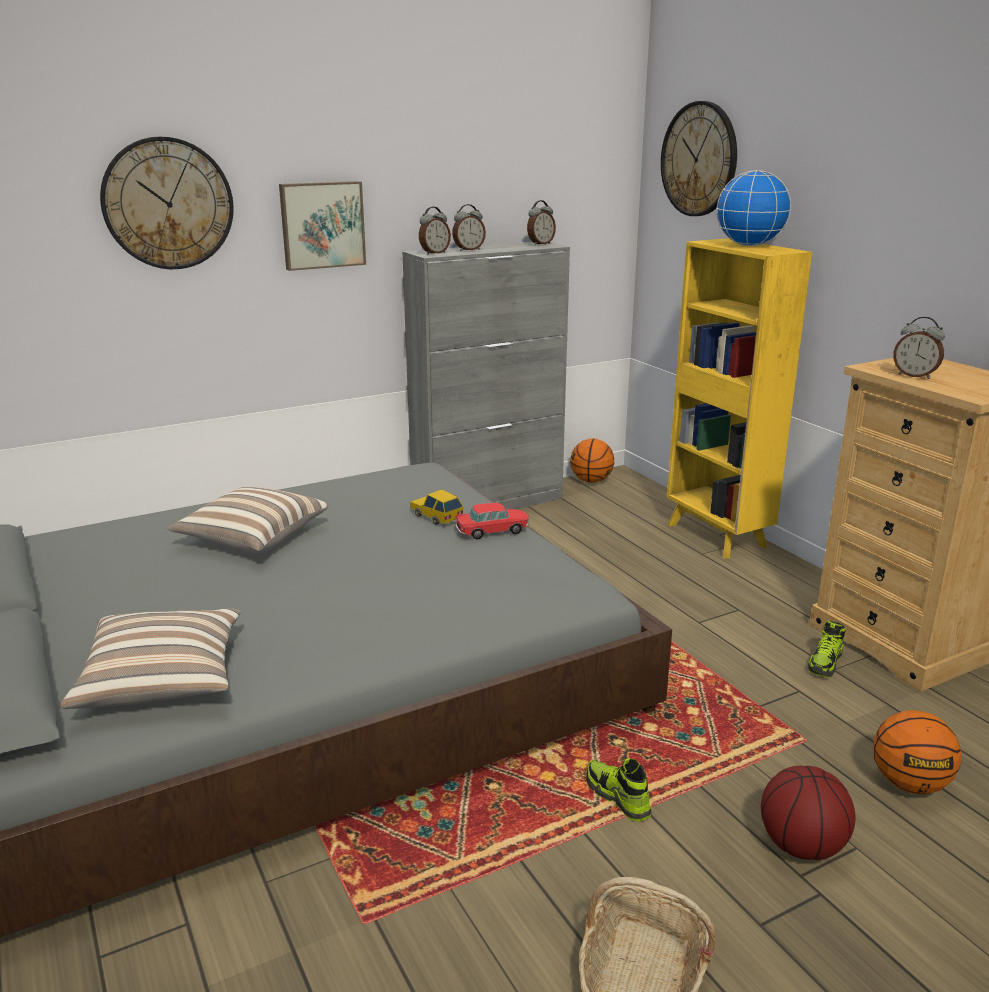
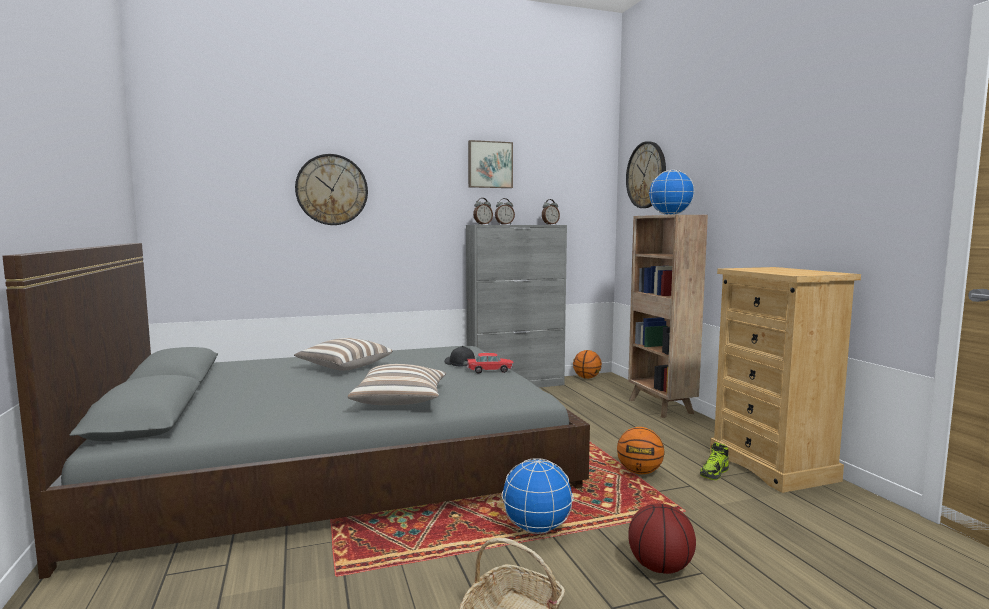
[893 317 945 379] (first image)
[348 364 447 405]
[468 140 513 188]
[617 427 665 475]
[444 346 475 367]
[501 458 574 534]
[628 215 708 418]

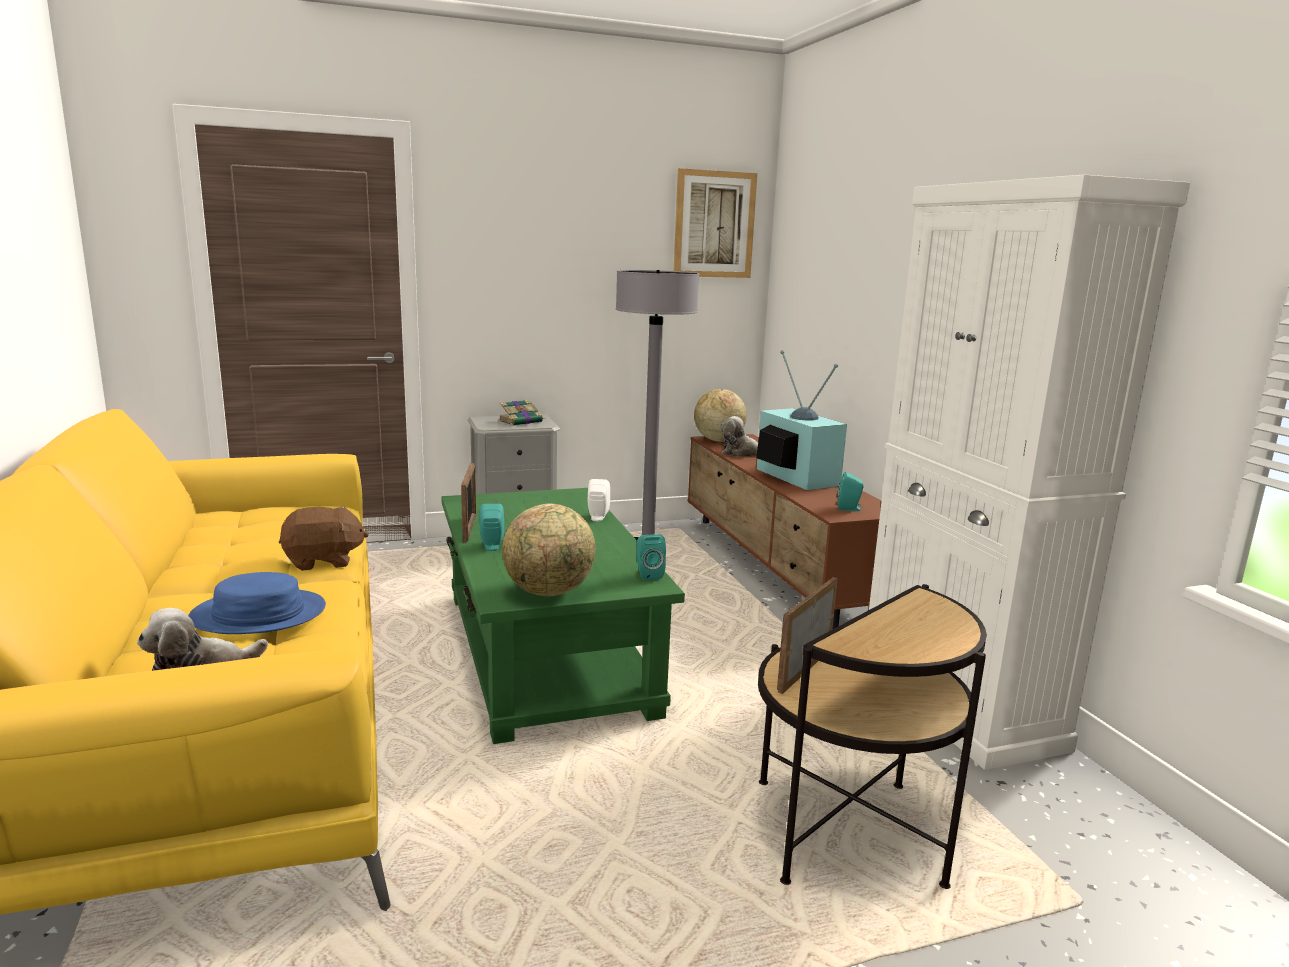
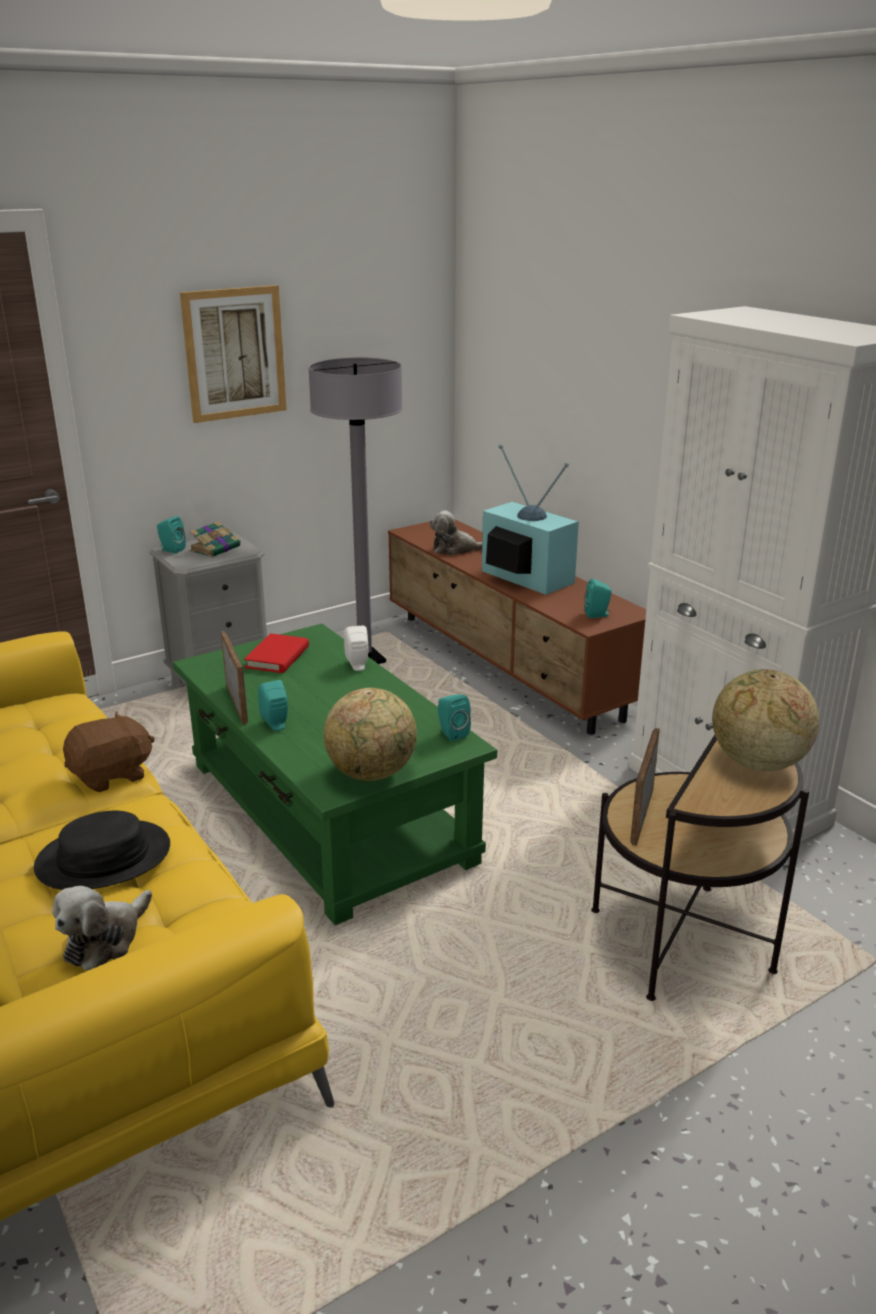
[157 516 186 553]
[244 633 309 673]
[180 285 287 423]
[712 669 819 771]
[34 811 170 890]

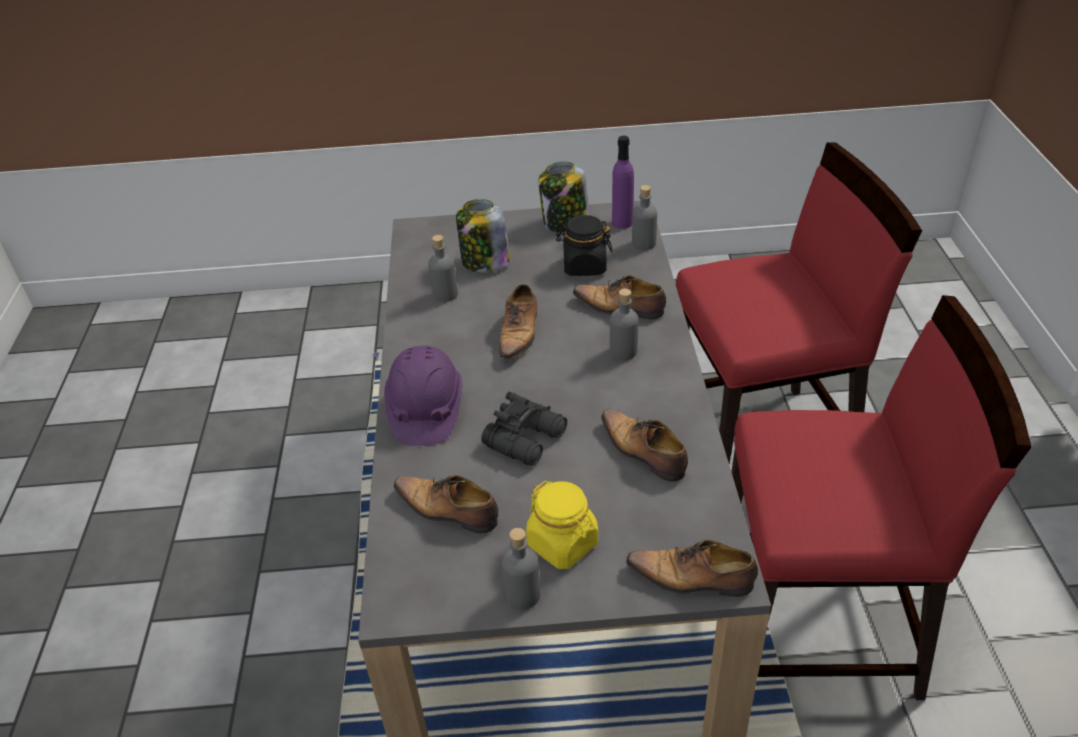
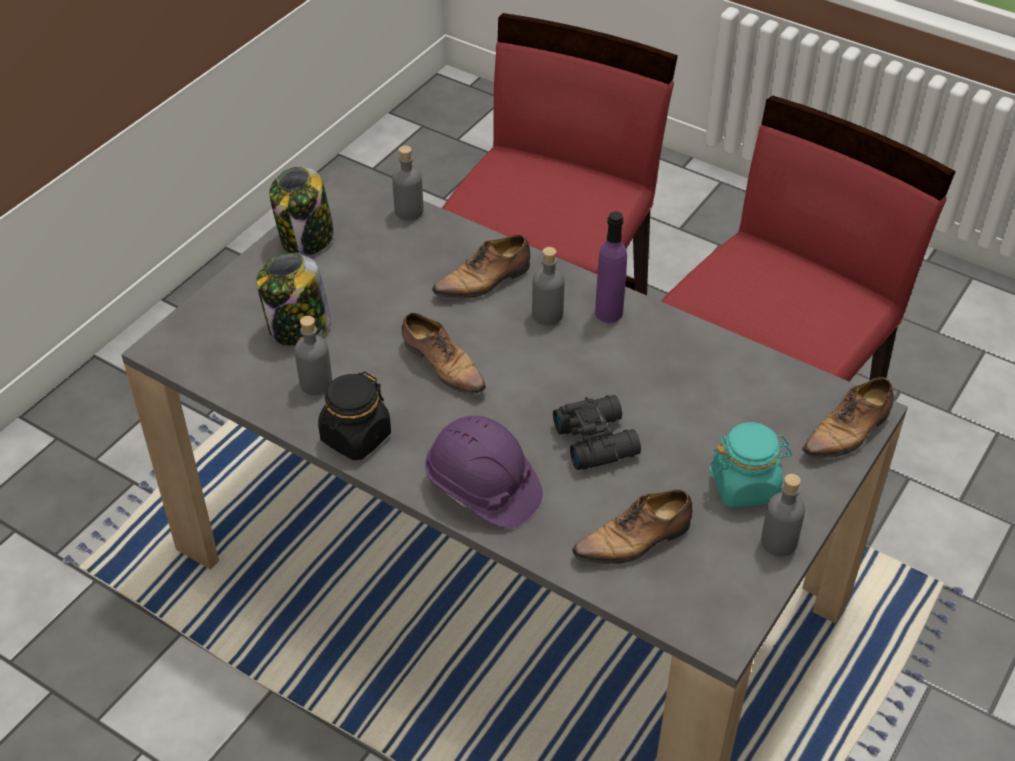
[601 409 688 482] (first image)
[318 371 391 460]
[595 211 627 323]
[709 422 792 508]

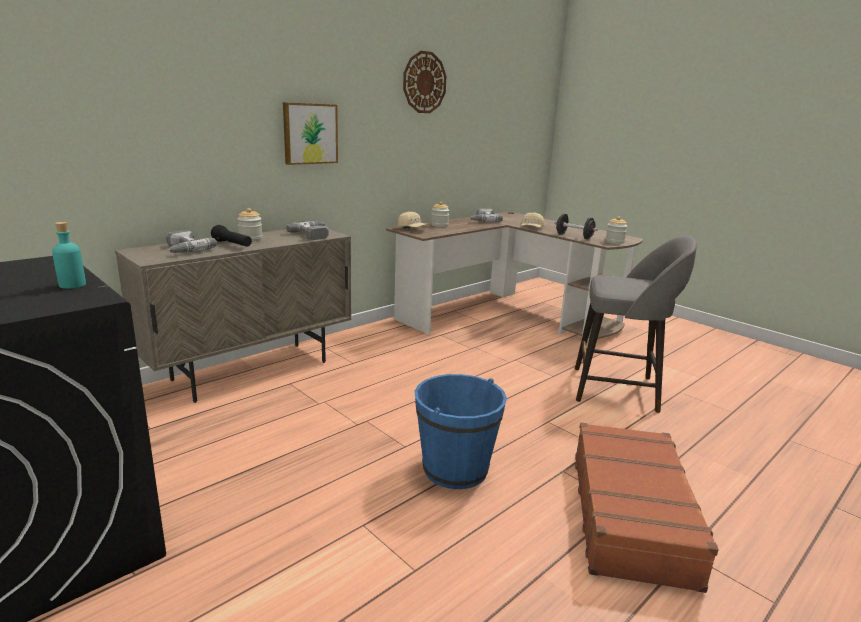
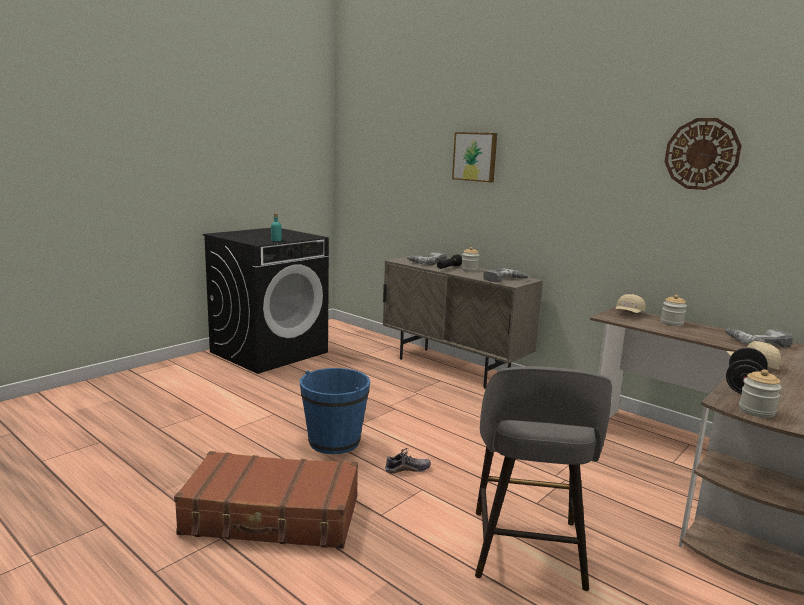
[385 448 431 473]
[452 132 497 182]

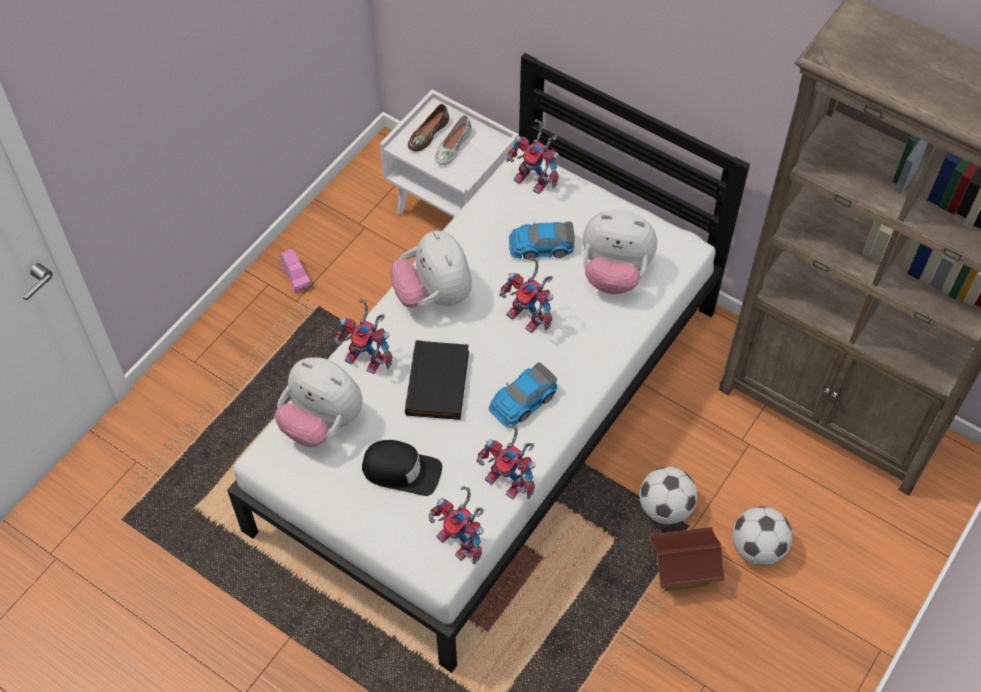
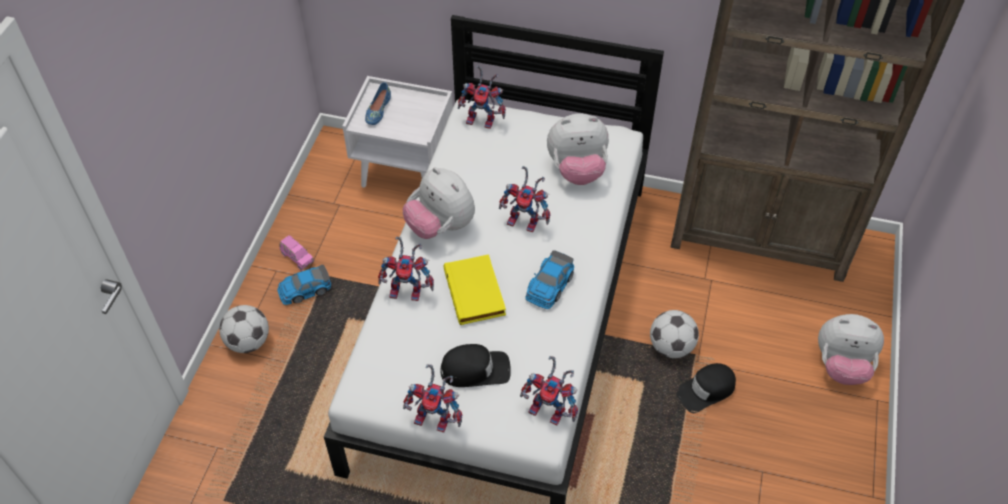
[435 115 472 165] (first image)
[818 314 884 385]
[403 364 463 433]
[277 264 331 305]
[219 305 269 353]
[676 363 736 413]
[444 254 506 325]
[365 82 391 125]

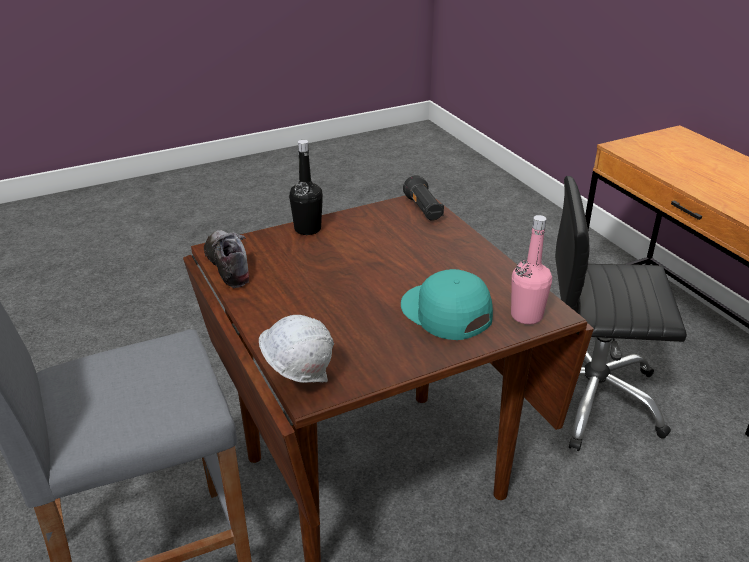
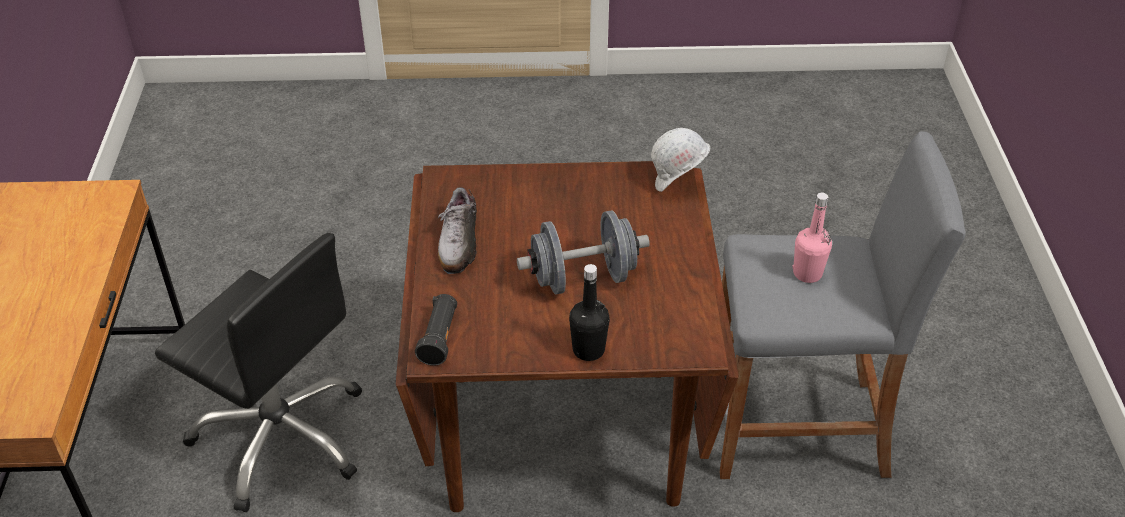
[401 269 493 340] (first image)
[517 210 650 294]
[438 187 477 274]
[792 192 832 283]

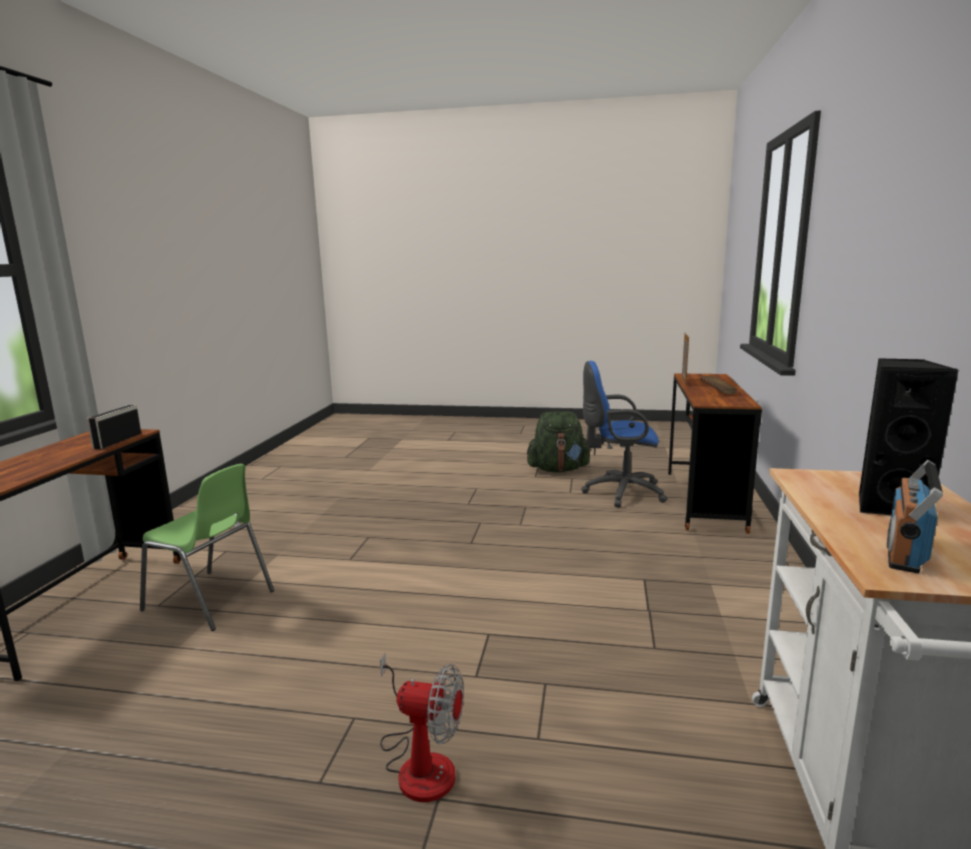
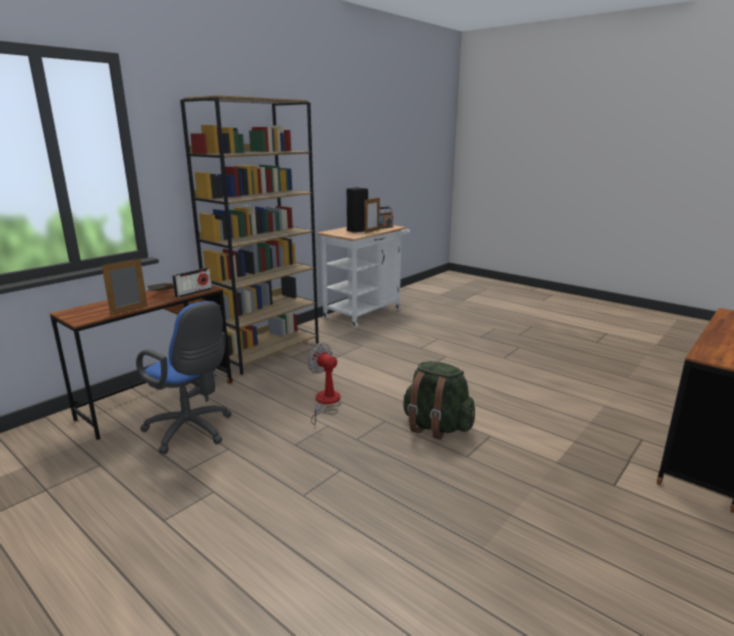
[140 464 274 631] (first image)
[180 95 319 375]
[365 198 380 233]
[172 268 212 298]
[307 343 341 425]
[403 361 475 440]

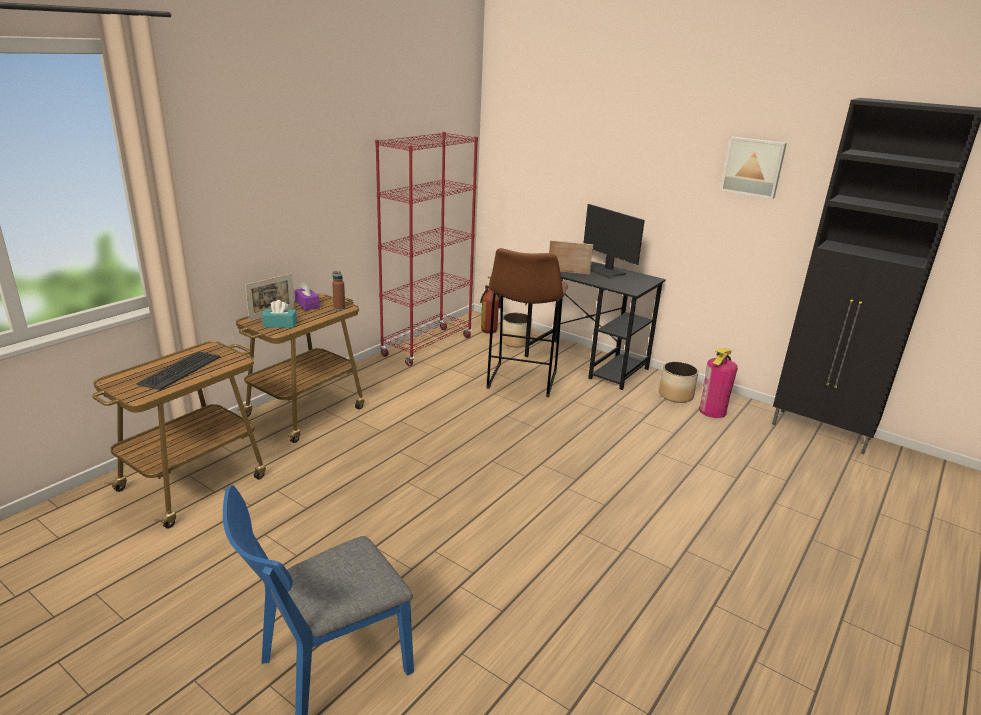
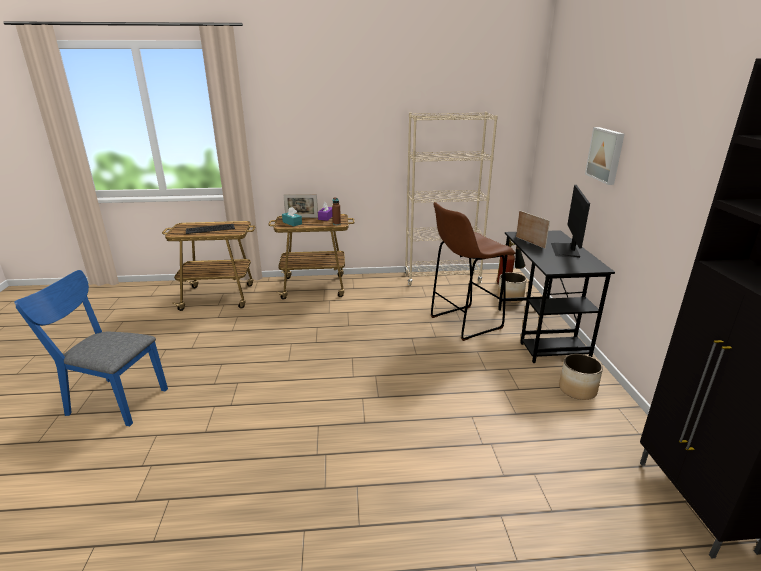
[699 348 738 418] (first image)
[585 127 625 185]
[405 112 498 286]

